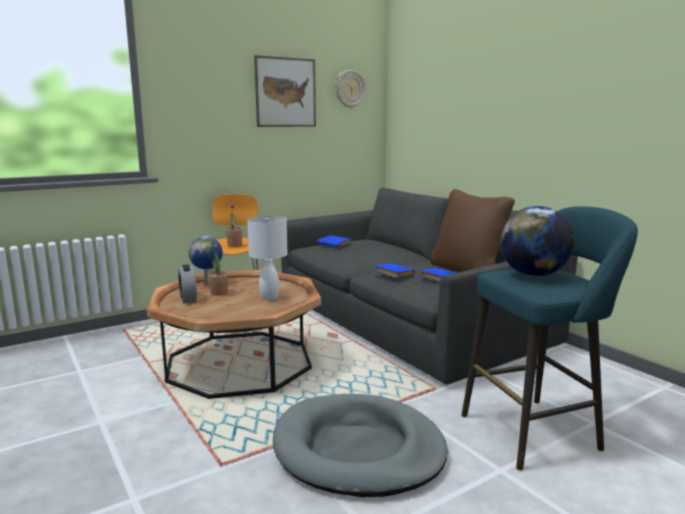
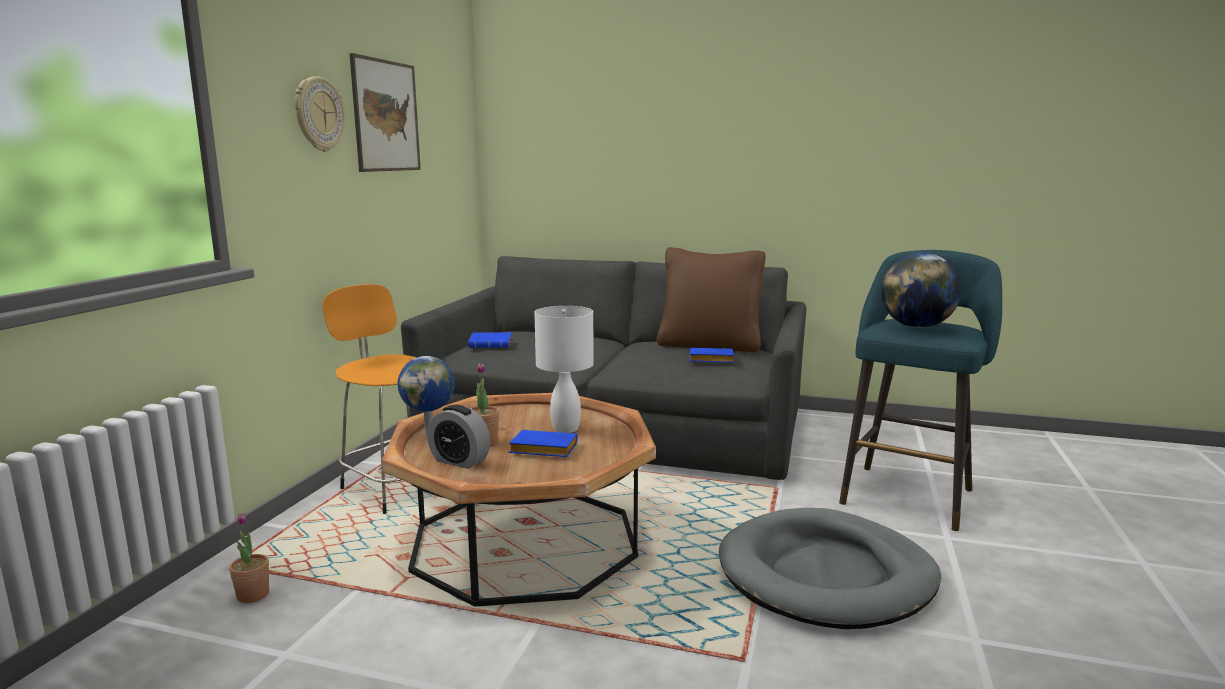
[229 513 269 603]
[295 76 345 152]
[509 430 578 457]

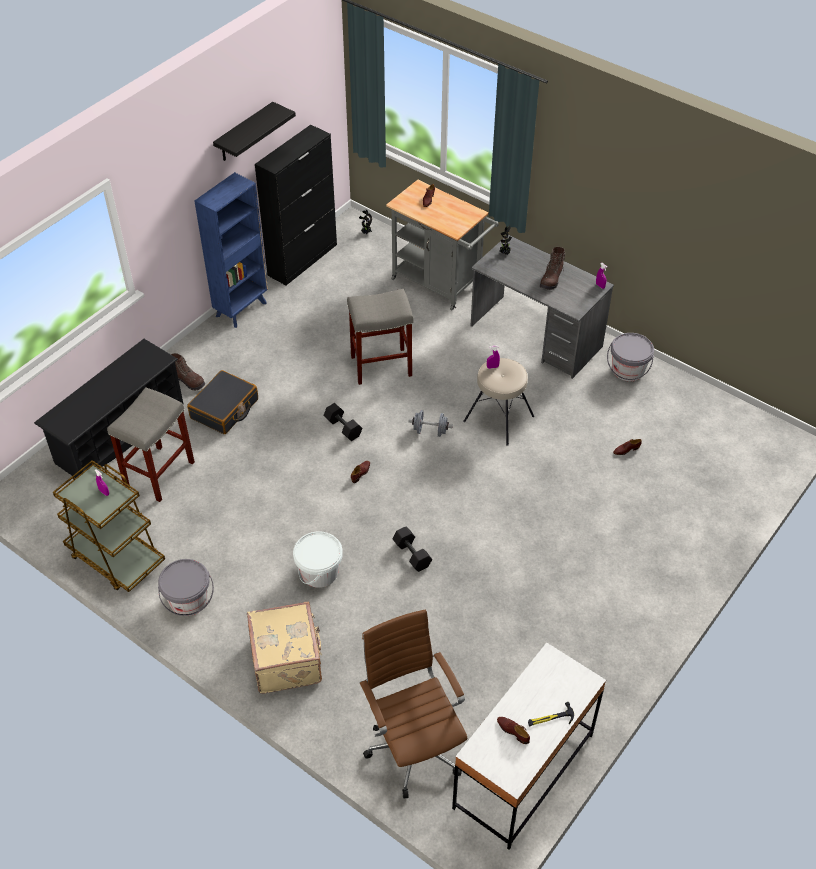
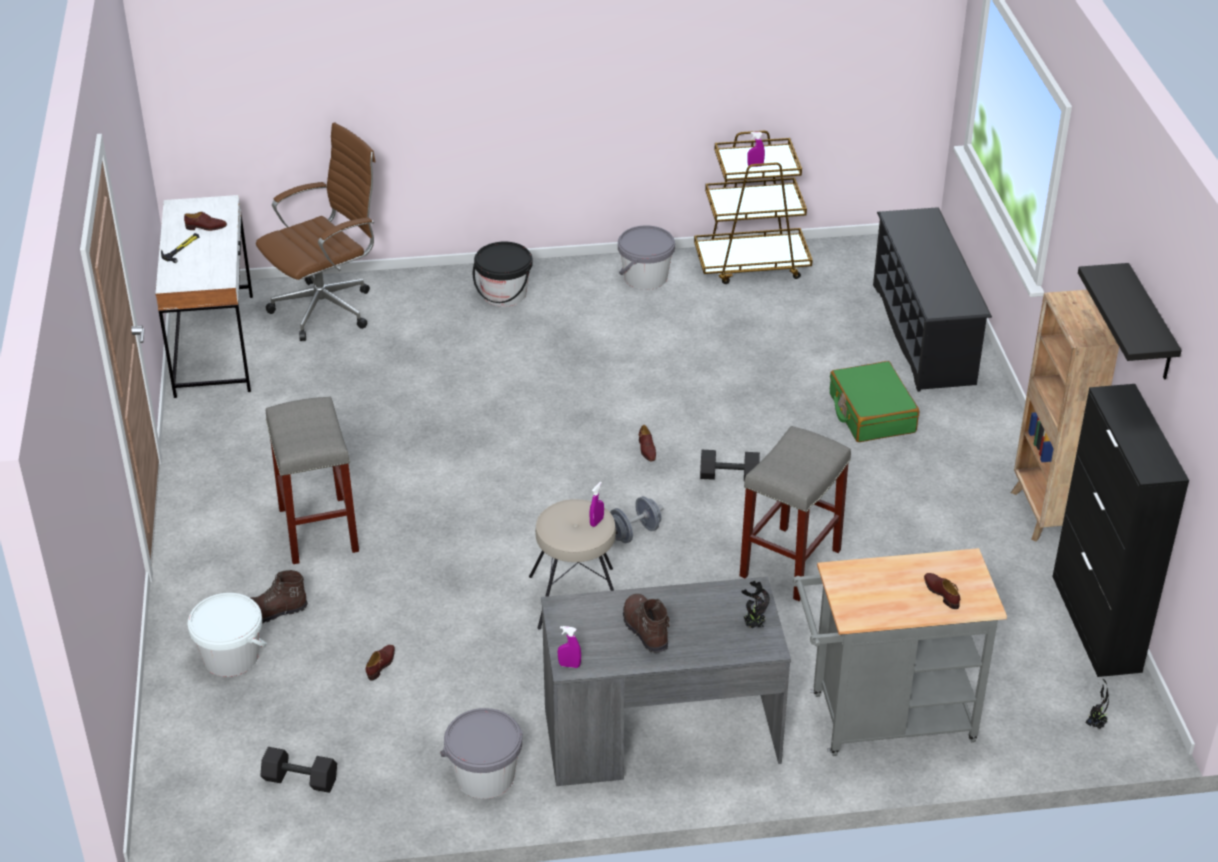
[266 397 359 564]
[249 570 308 623]
[188 593 267 677]
[261 747 337 793]
[473 242 533 307]
[830 361 919 442]
[1010 290 1119 542]
[256 122 376 341]

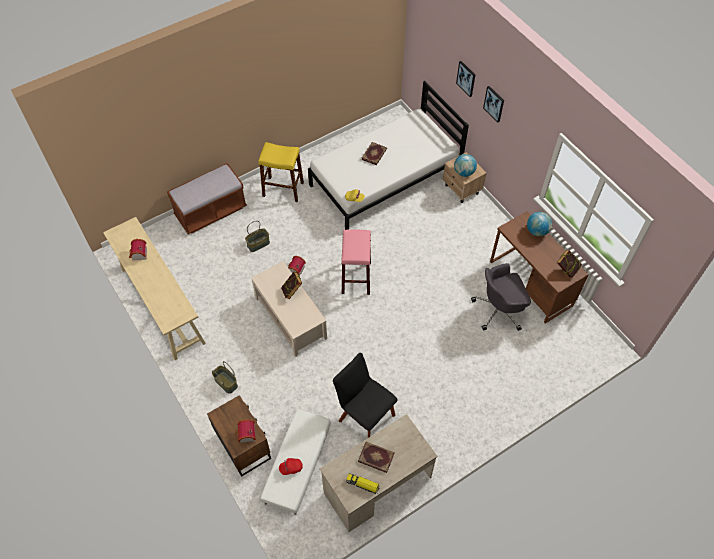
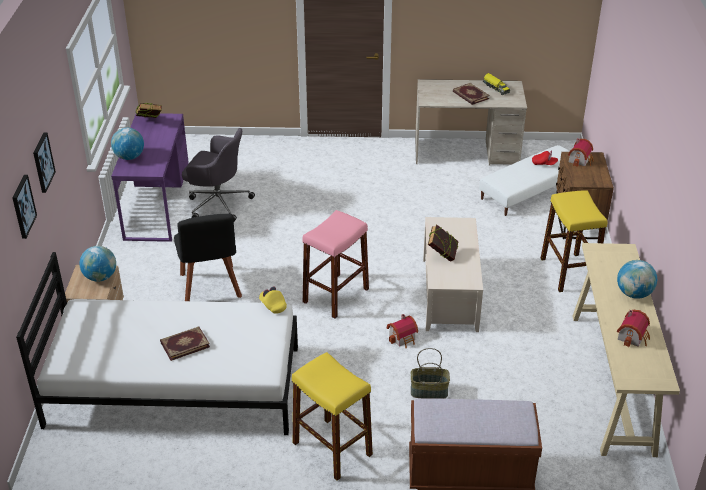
[617 260 657 299]
[174 214 242 301]
[541 190 607 292]
[111 113 189 242]

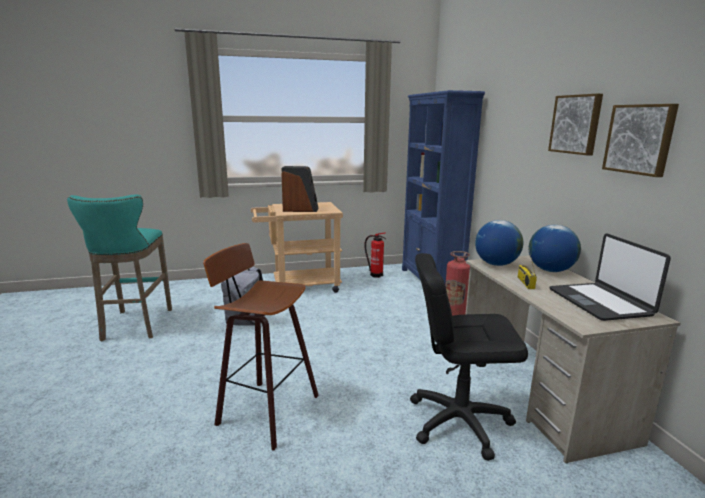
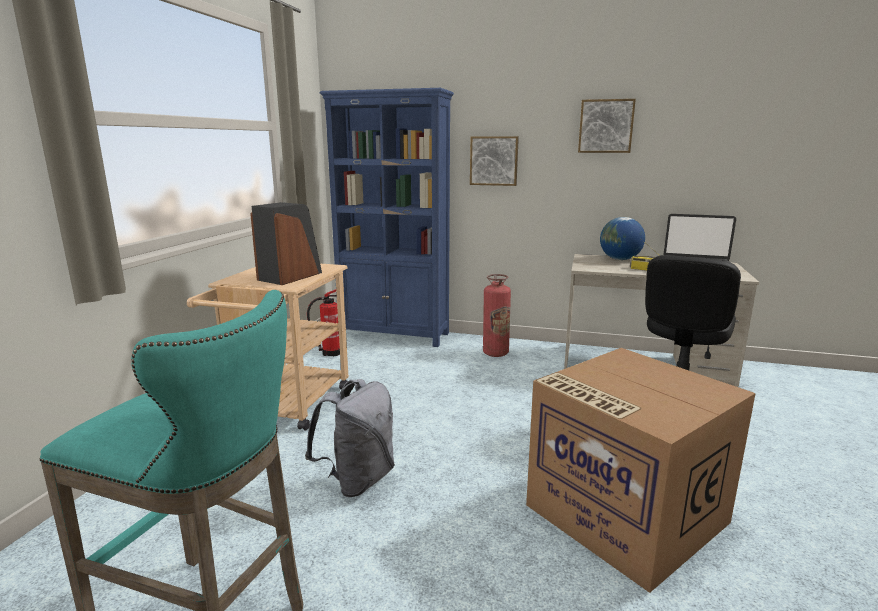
[475 220 523 266] (first image)
[470 136 519 186]
[526 348 756 593]

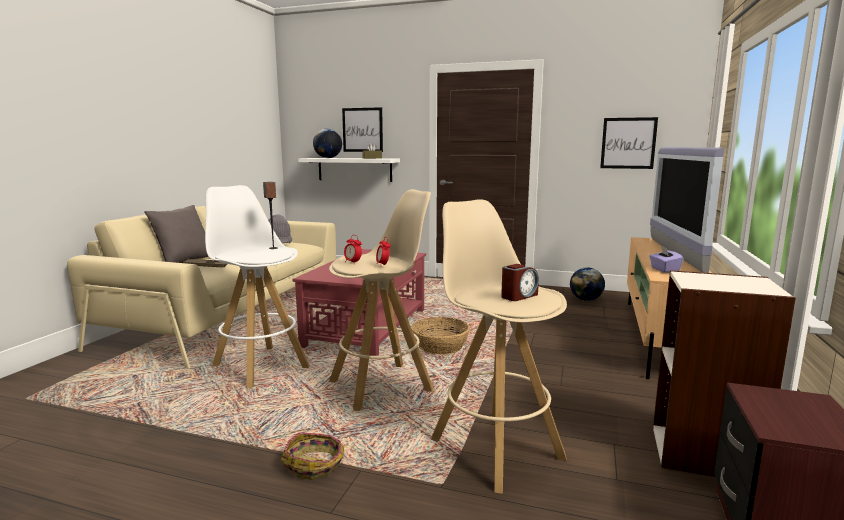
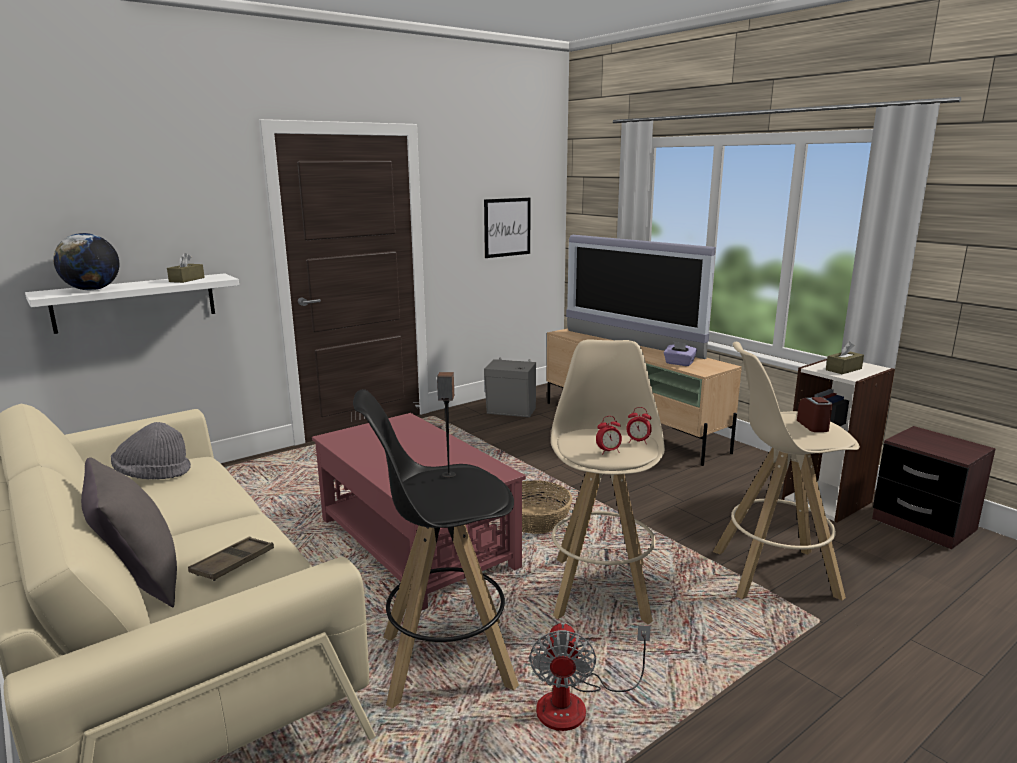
[281 432 344 480] (first image)
[342 107 383 152] (first image)
[529 622 651 731]
[826 341 864 374]
[484 358 536 417]
[353 389 519 708]

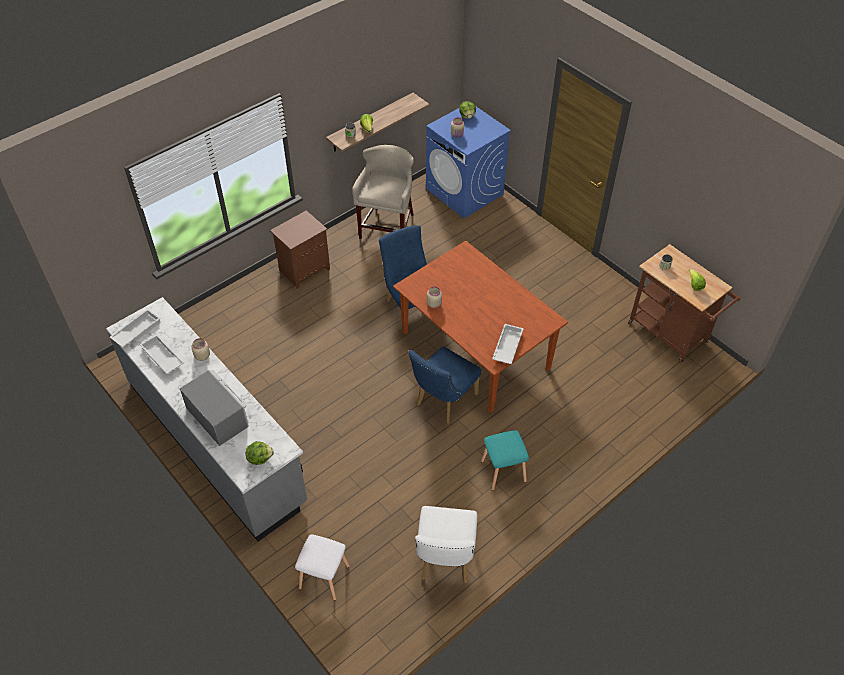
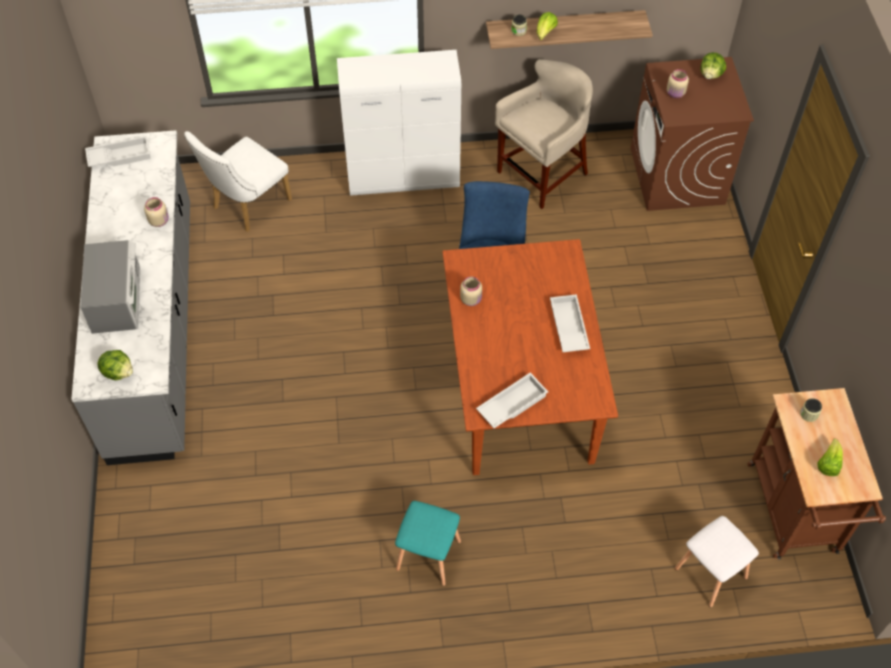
[408 347 481 424] (first image)
[550 294 590 352]
[675 516 759 608]
[184 131 292 232]
[337 50 461 196]
[630 57 754 211]

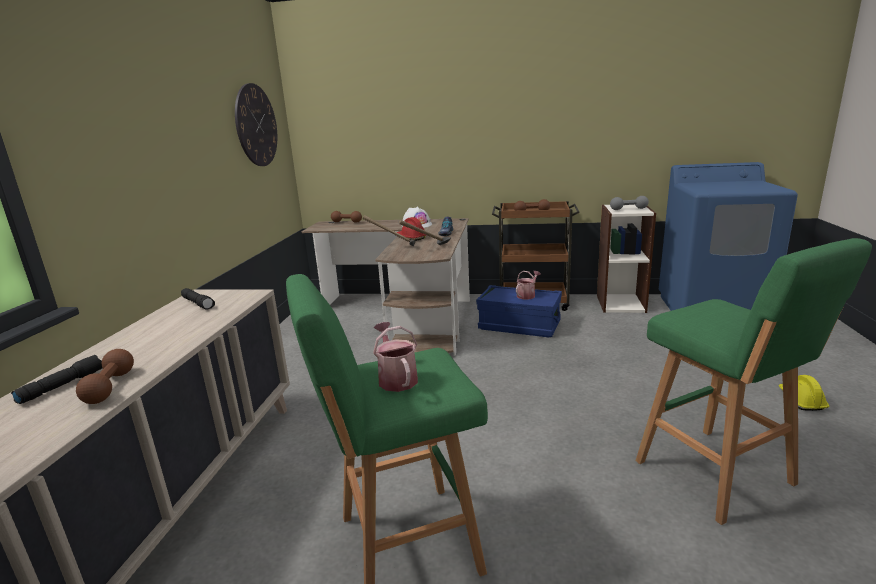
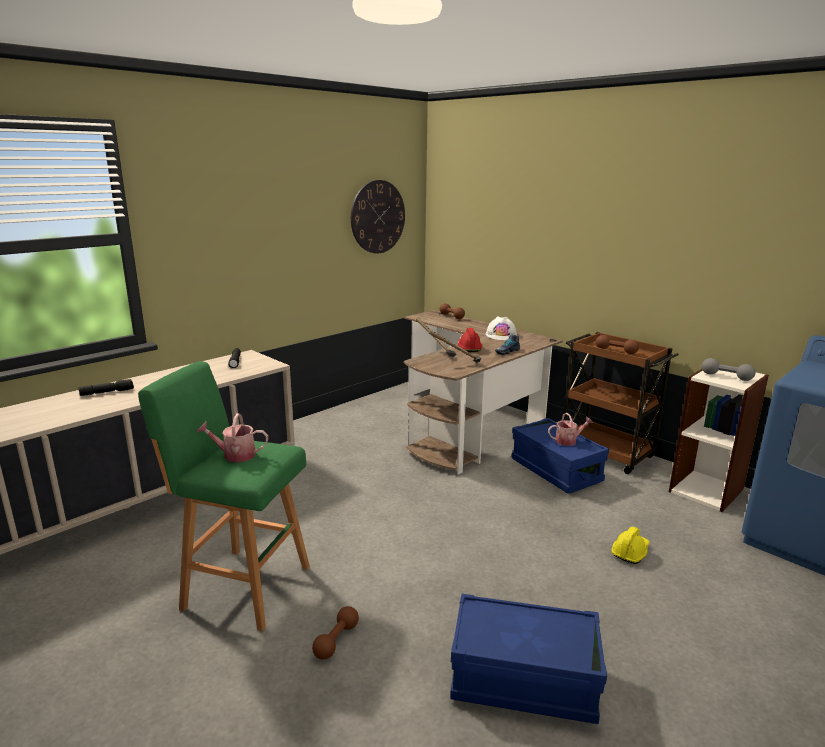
[312 606 359 660]
[611 526 650 564]
[450 594 607 724]
[197 413 268 463]

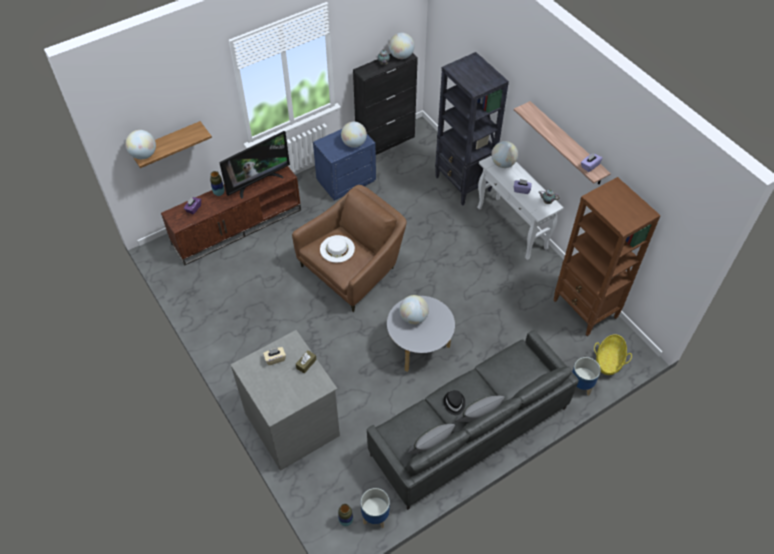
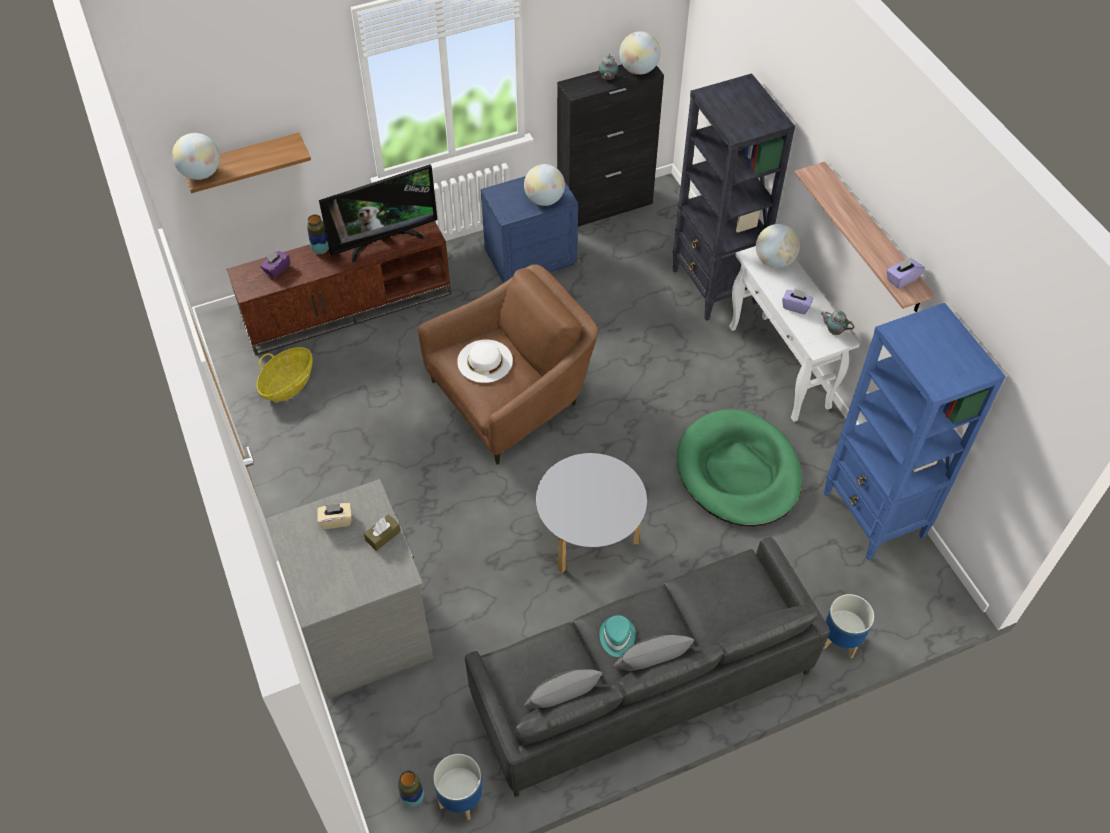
[399 295 429 325] (first image)
[677 409 802 526]
[257 347 313 402]
[599 615 636 657]
[824 303 1006 560]

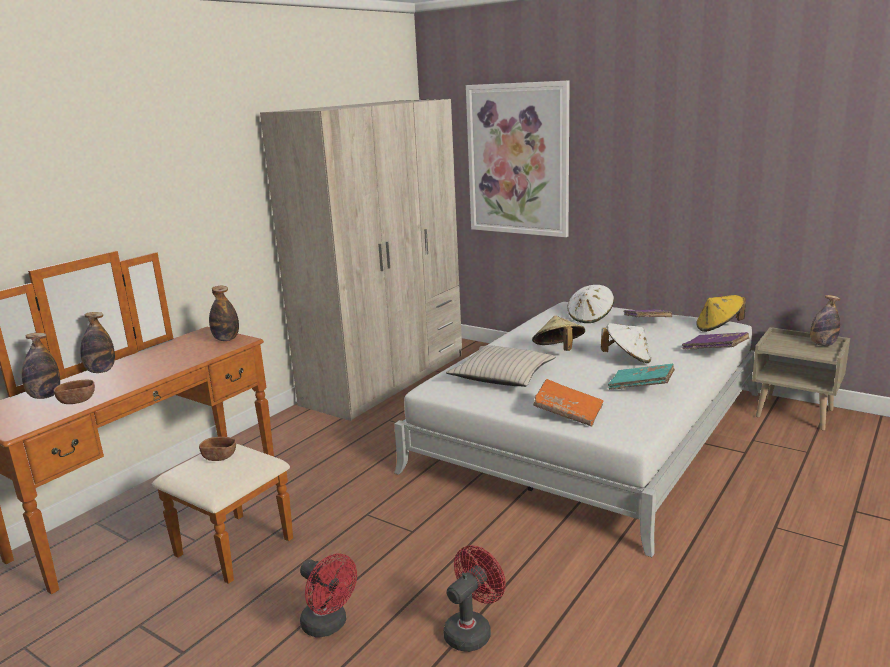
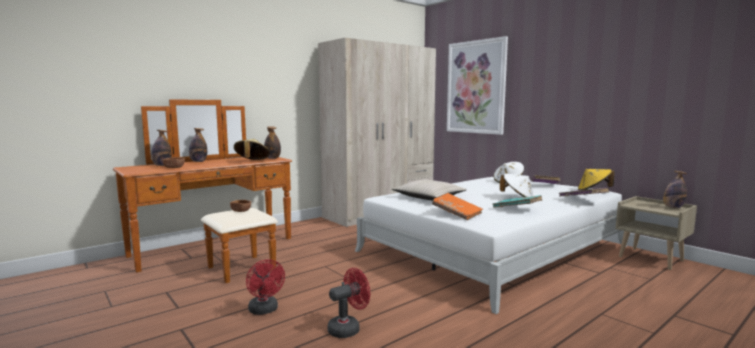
[234 139 270 160]

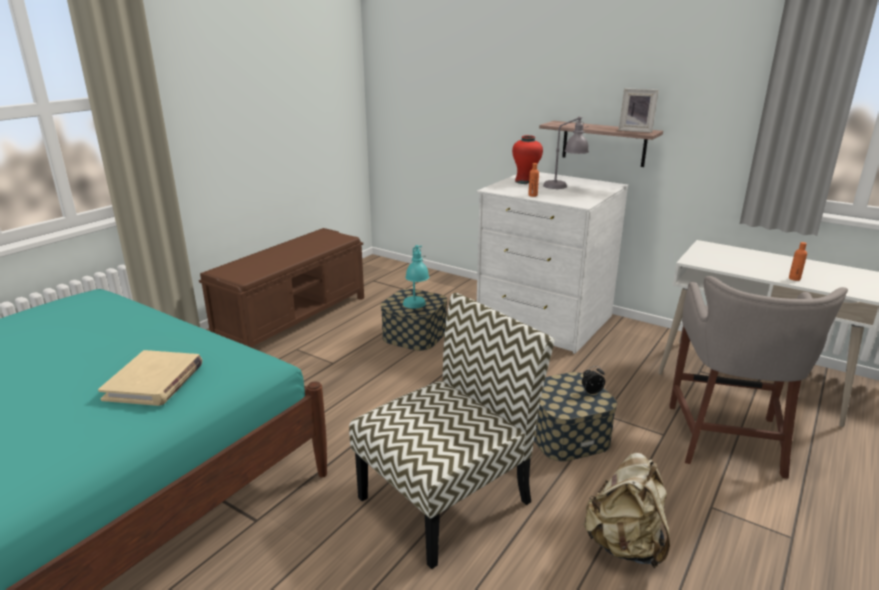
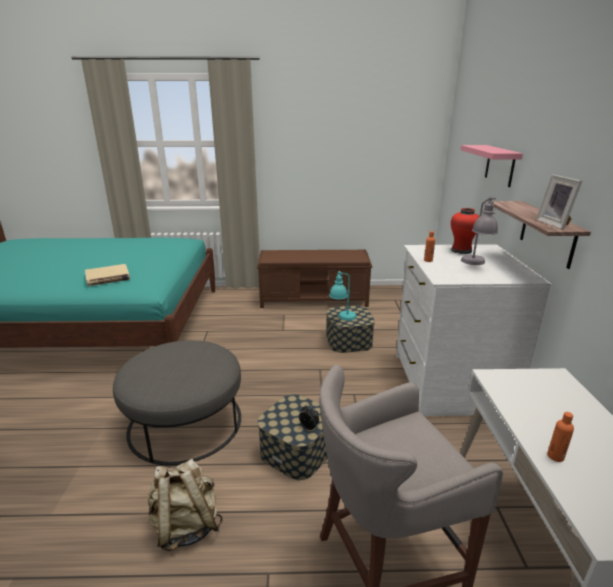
[460 145 523 187]
[113 340 241 465]

